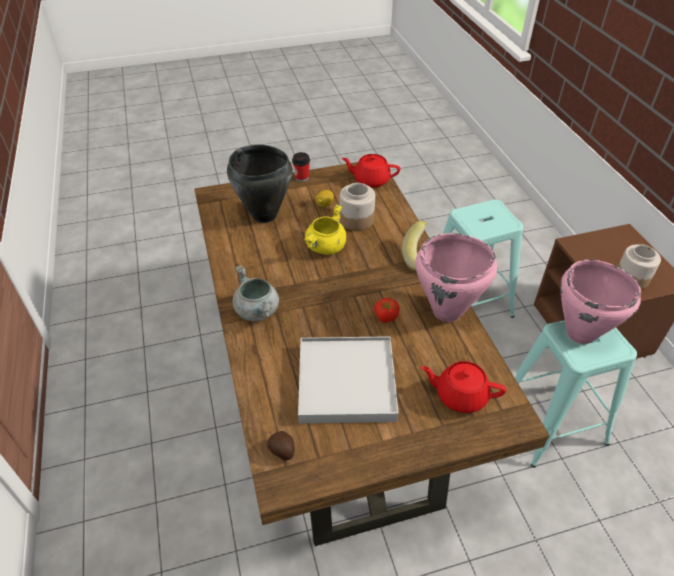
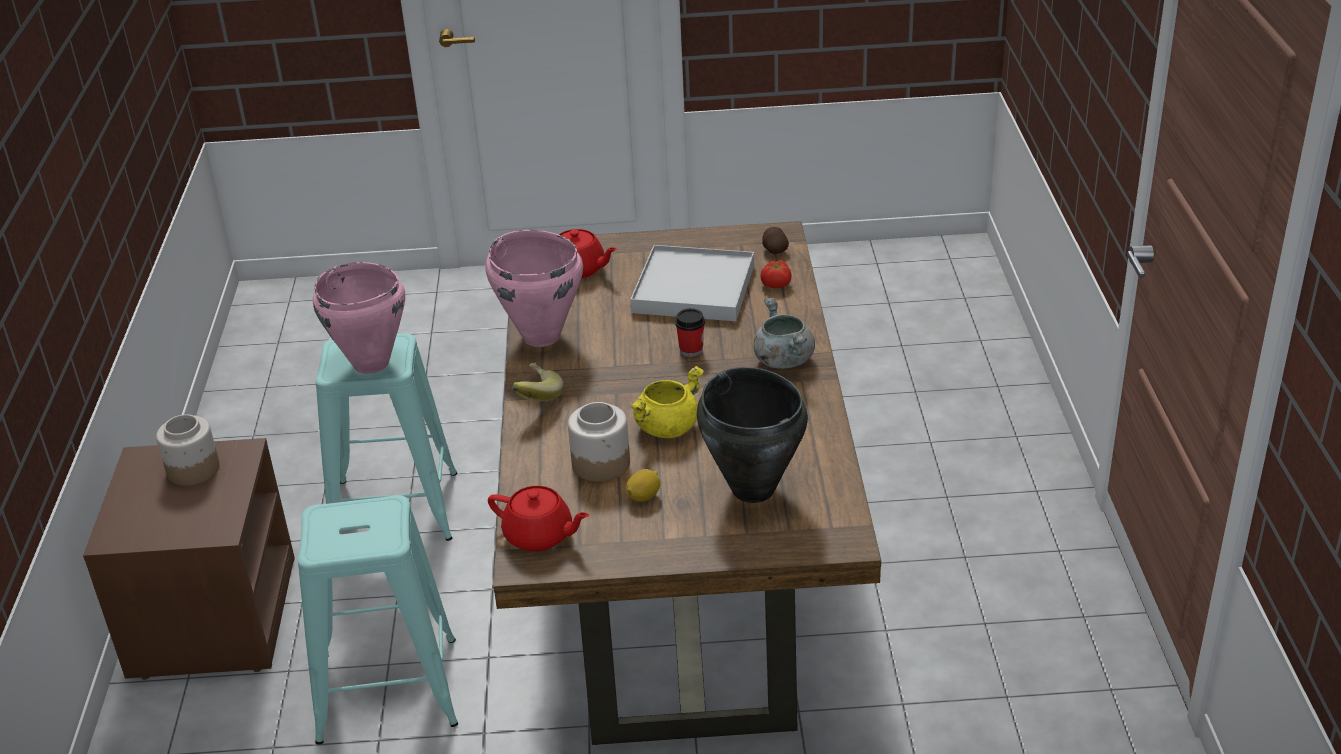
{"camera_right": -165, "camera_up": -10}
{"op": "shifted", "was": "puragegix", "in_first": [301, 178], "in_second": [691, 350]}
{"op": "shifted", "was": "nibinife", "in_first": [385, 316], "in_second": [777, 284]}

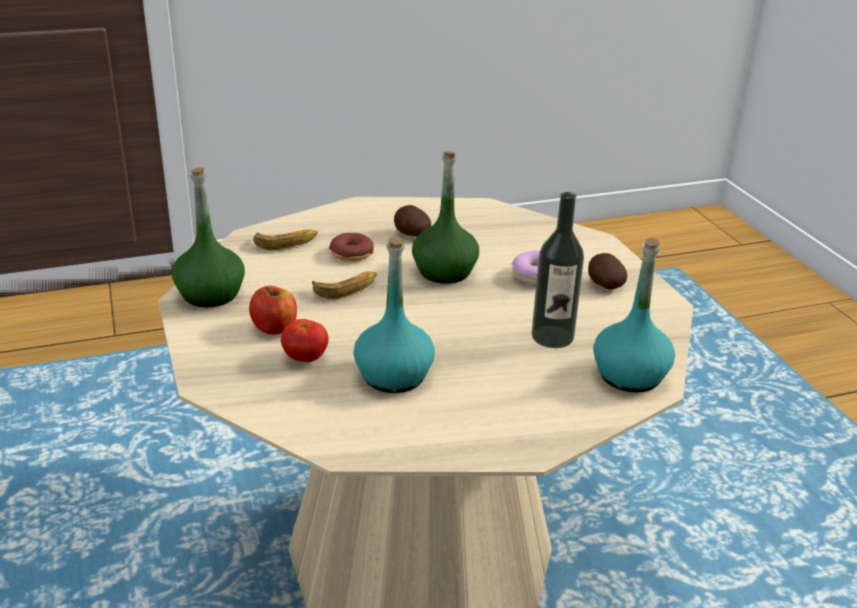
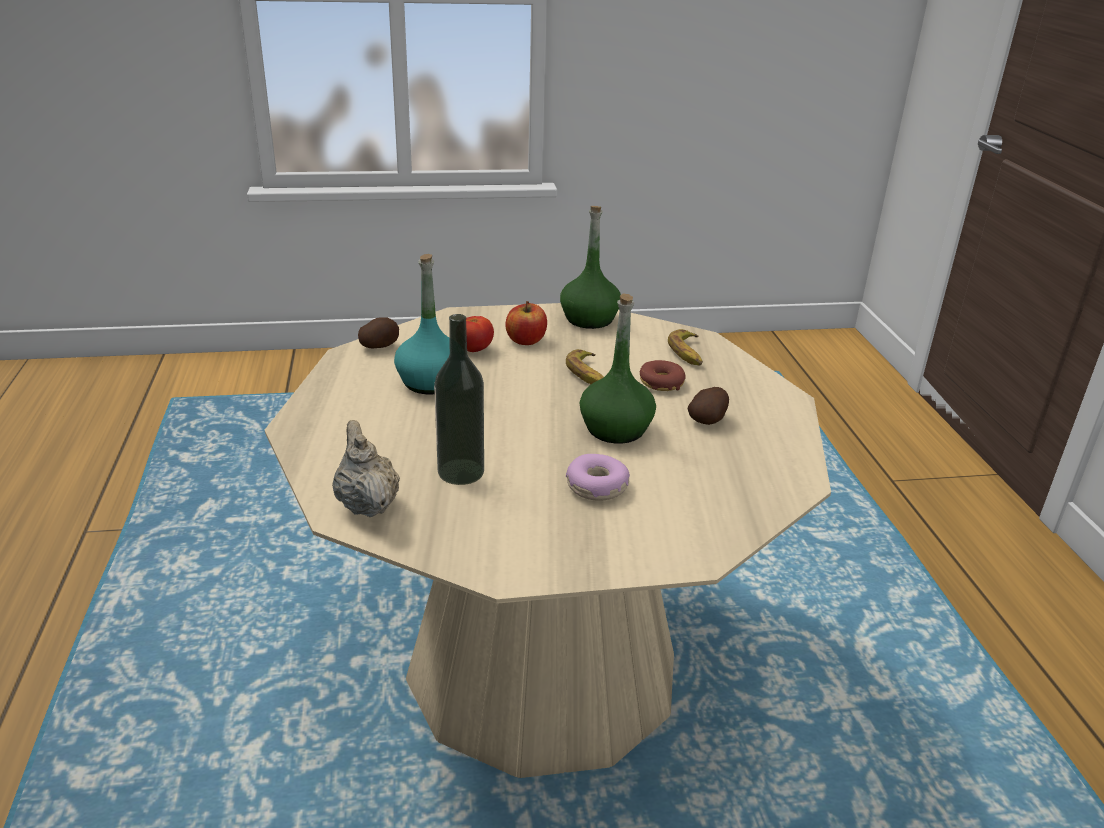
{"camera_right": 100, "camera_up": 0}
{"op": "swapped", "was": "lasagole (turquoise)", "now": "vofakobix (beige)", "in_first": [630, 376], "in_second": [367, 504]}
{"op": "shifted", "was": "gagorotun", "in_first": [604, 285], "in_second": [379, 346]}

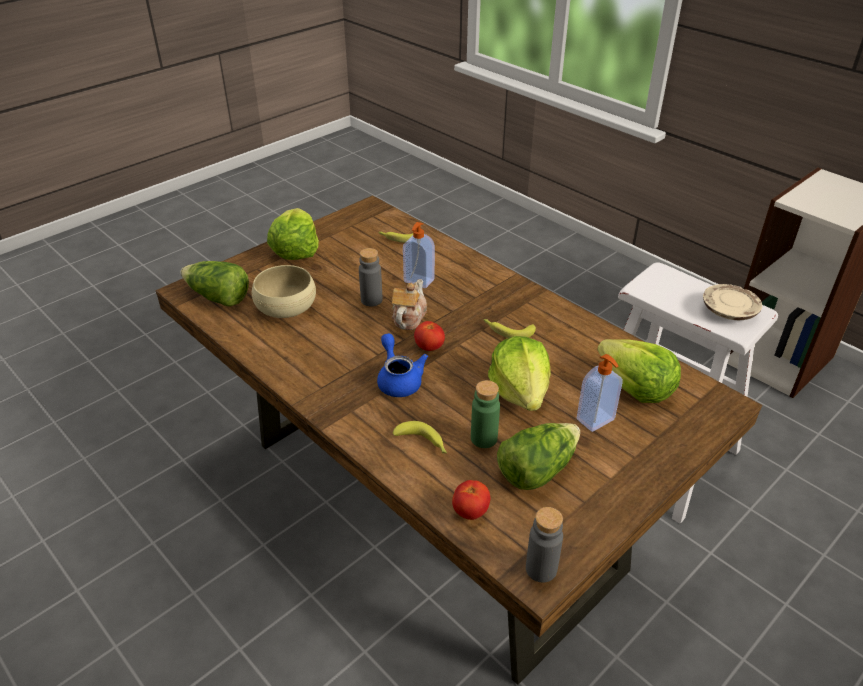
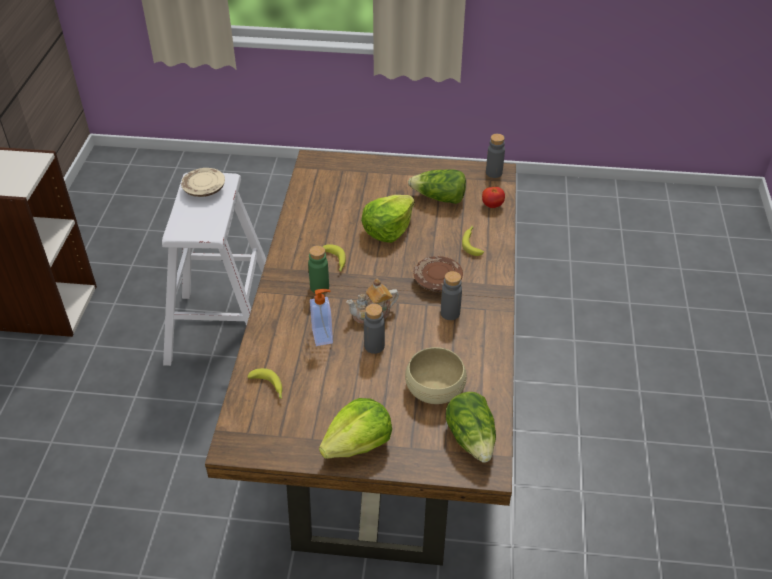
{"camera_right": -130, "camera_up": 5}
{"op": "shifted", "was": "lasagole (green)", "in_first": [484, 438], "in_second": [319, 287]}
{"op": "swapped", "was": "vofakobix (blue)", "now": "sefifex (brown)", "in_first": [398, 379], "in_second": [437, 281]}
{"op": "new", "now": "lasagole (grey)", "in_second": [450, 313]}
{"op": "gone", "was": "nibinife", "in_first": [429, 347]}
{"op": "gone", "was": "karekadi", "in_first": [596, 420]}
{"op": "gone", "was": "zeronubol", "in_first": [635, 387]}

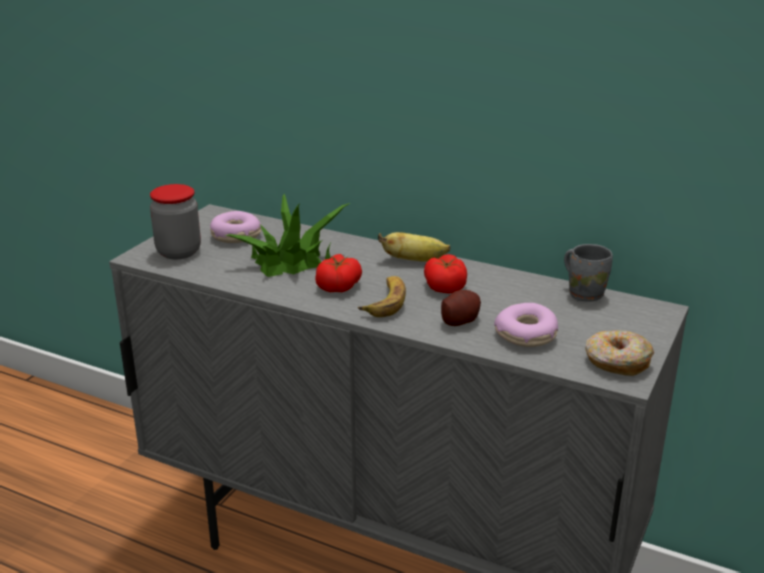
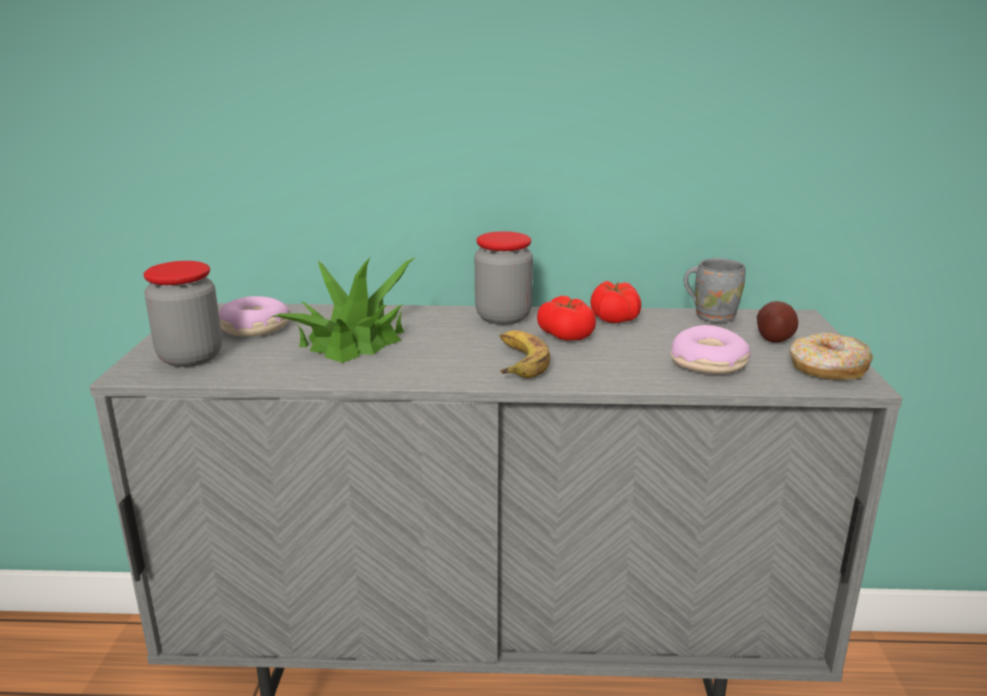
{"camera_right": -25, "camera_up": -5}
{"op": "swapped", "was": "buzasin", "now": "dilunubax", "in_first": [415, 261], "in_second": [503, 317]}
{"op": "shifted", "was": "nibinife", "in_first": [338, 286], "in_second": [614, 317]}
{"op": "shifted", "was": "gagorotun", "in_first": [460, 320], "in_second": [774, 337]}

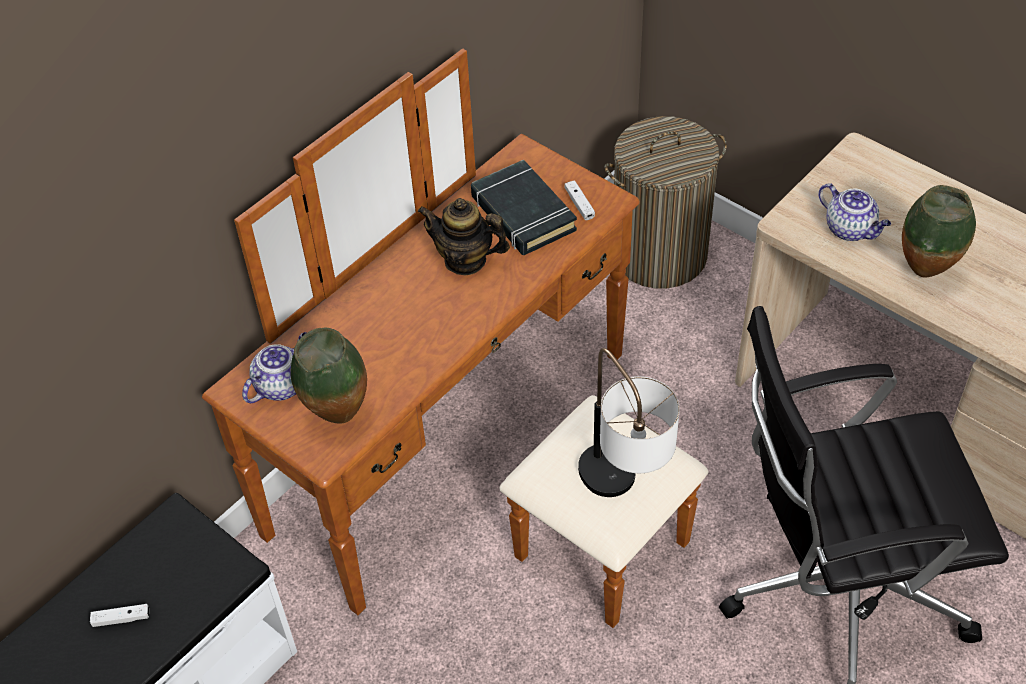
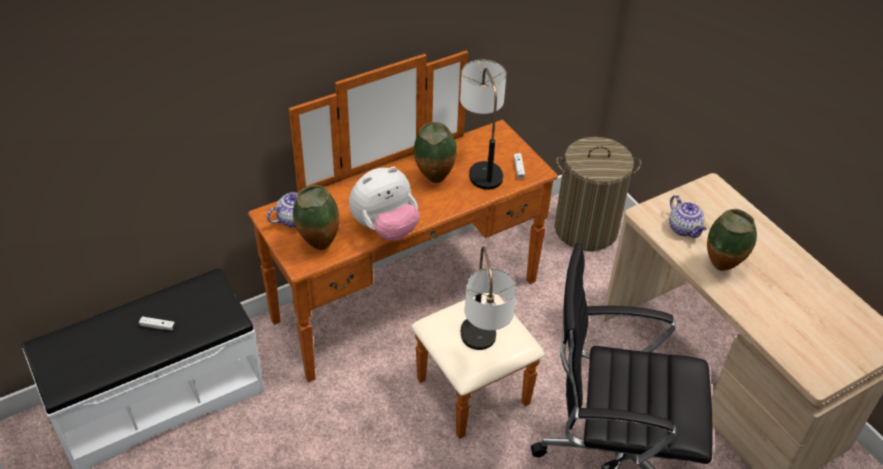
{"camera_right": 15, "camera_up": -5}
{"op": "new", "now": "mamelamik", "in_second": [385, 228]}
{"op": "swapped", "was": "vofakobix", "now": "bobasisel", "in_first": [465, 260], "in_second": [434, 181]}
{"op": "swapped", "was": "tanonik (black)", "now": "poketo", "in_first": [522, 214], "in_second": [481, 164]}

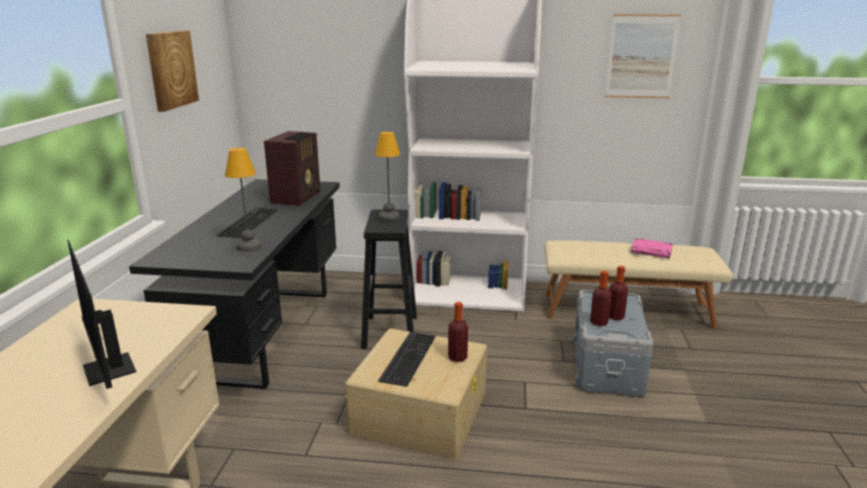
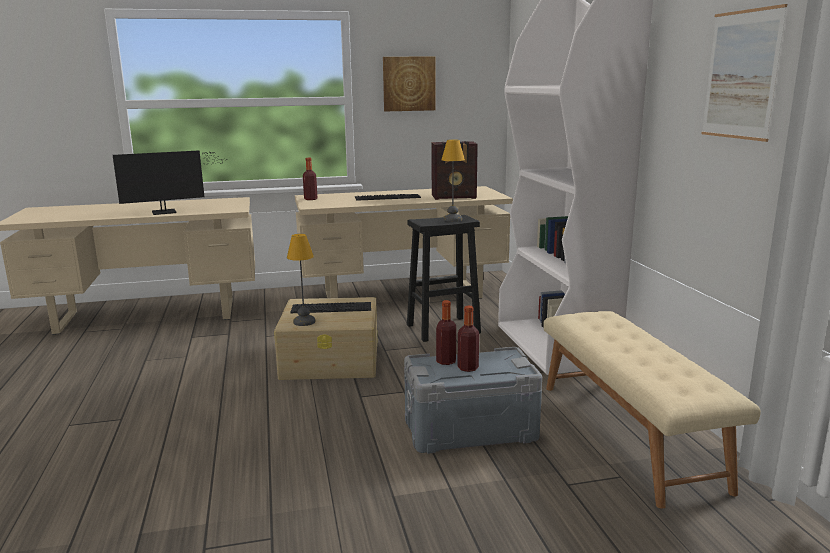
{"camera_right": 70, "camera_up": -5}
{"op": "rotated", "was": "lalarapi", "in_first": [108, 373], "in_second": [168, 212], "clockwise": -150}
{"op": "shifted", "was": "poketo", "in_first": [249, 246], "in_second": [304, 322]}
{"op": "repainted", "was": "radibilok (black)", "now": "radibilok (beige)", "in_first": [265, 333], "in_second": [403, 295]}
{"op": "shifted", "was": "lasagole", "in_first": [457, 357], "in_second": [310, 199]}
{"op": "gone", "was": "tanonik (pink)", "in_first": [652, 251]}

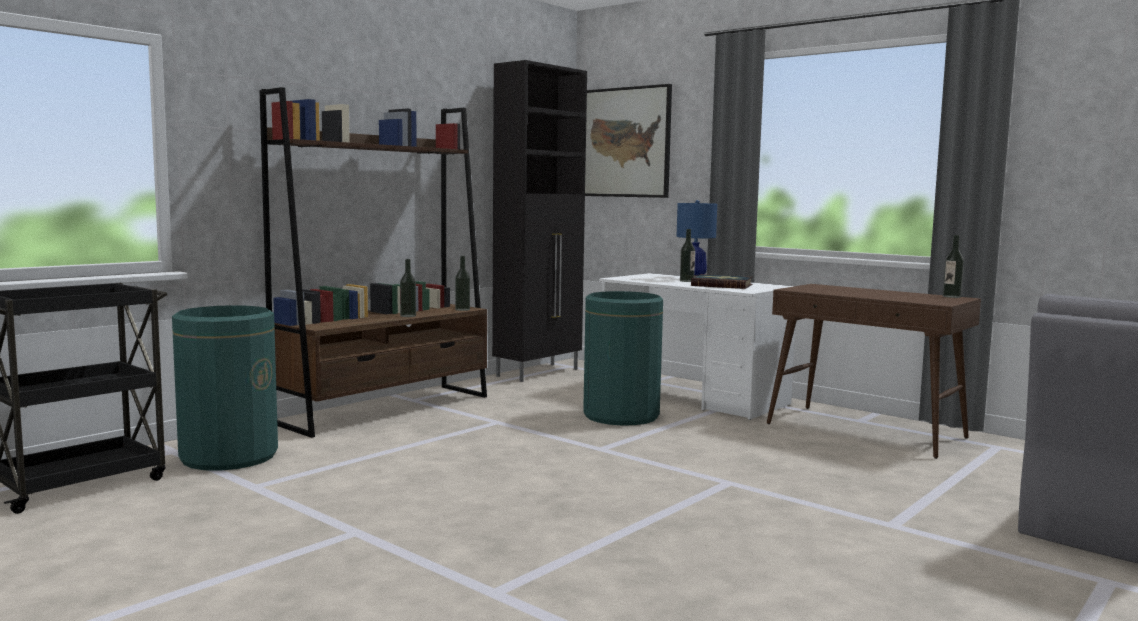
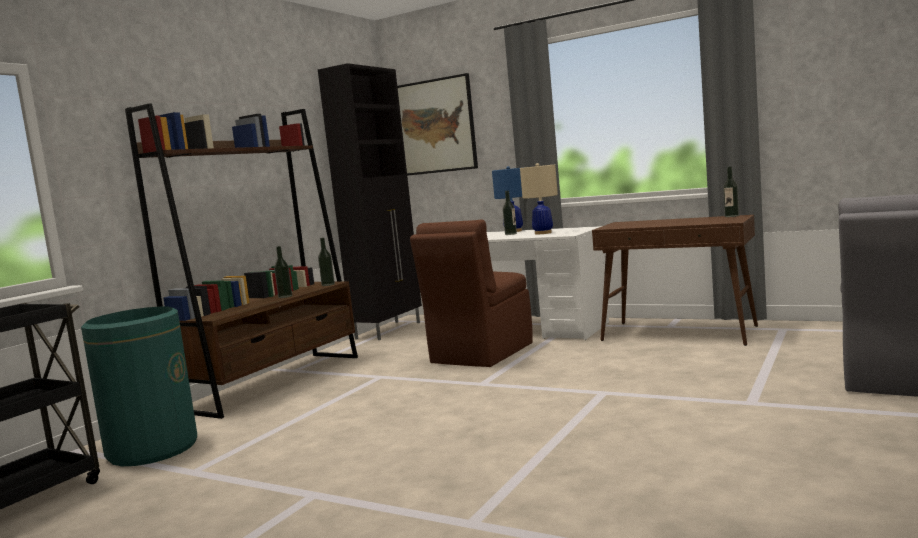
{"camera_right": -10, "camera_up": 0}
{"op": "swapped", "was": "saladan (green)", "now": "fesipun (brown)", "in_first": [620, 416], "in_second": [480, 354]}
{"op": "swapped", "was": "tanonik", "now": "poketo (beige)", "in_first": [722, 285], "in_second": [543, 233]}

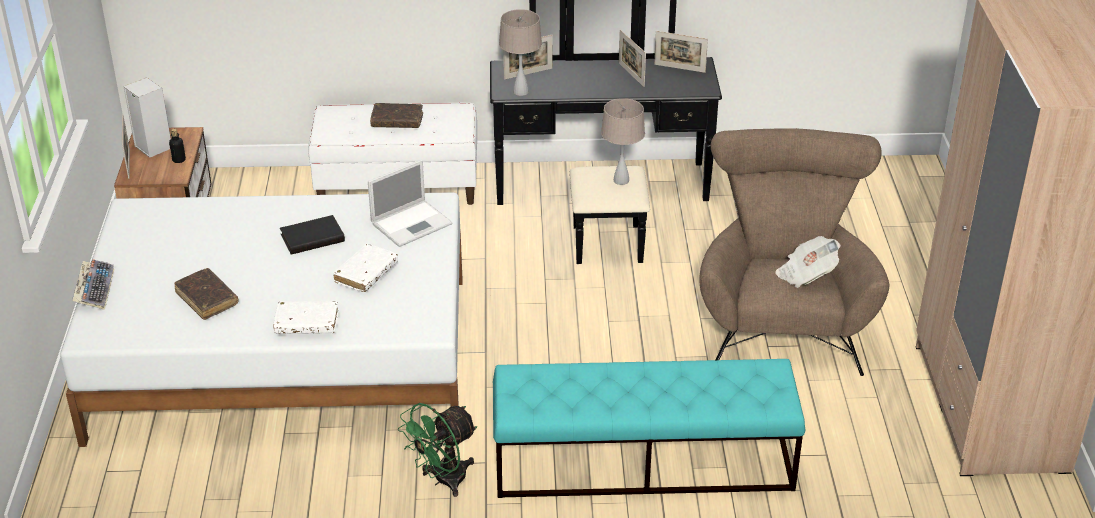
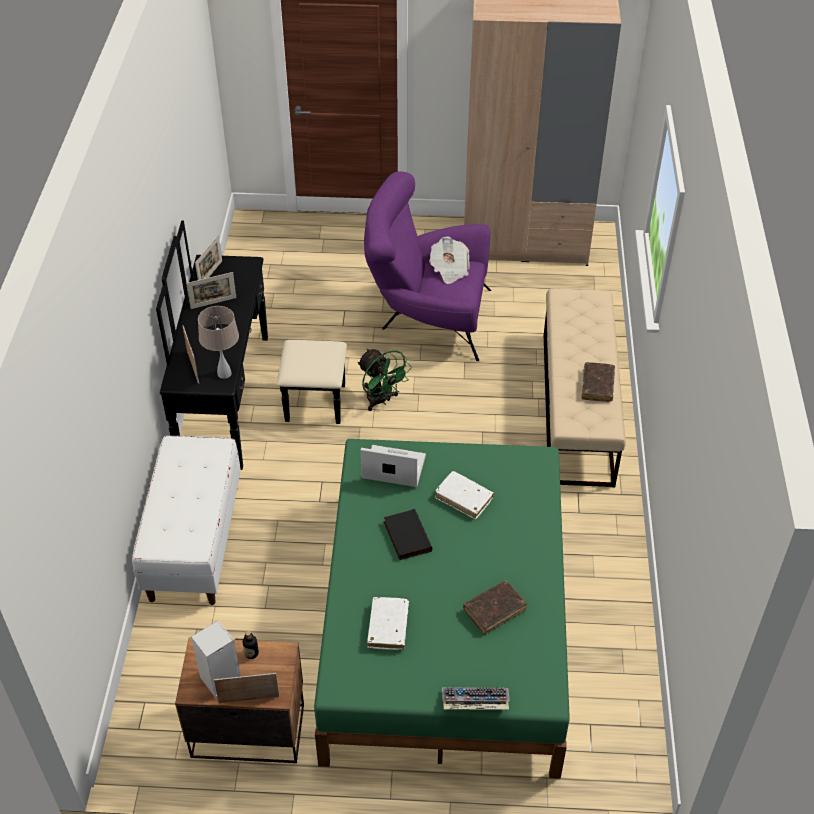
{"camera_right": -85, "camera_up": 10}
{"op": "repainted", "was": "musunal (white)", "now": "musunal (green)", "in_first": [283, 356], "in_second": [443, 625]}
{"op": "shifted", "was": "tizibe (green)", "in_first": [443, 480], "in_second": [381, 401]}
{"op": "rotated", "was": "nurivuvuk", "in_first": [412, 223], "in_second": [392, 467], "clockwise": -45}
{"op": "repainted", "was": "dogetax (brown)", "now": "dogetax (purple)", "in_first": [781, 320], "in_second": [427, 319]}
{"op": "shifted", "was": "tanonik (white)", "in_first": [307, 323], "in_second": [388, 627]}
{"op": "repainted", "was": "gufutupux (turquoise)", "now": "gufutupux (beige)", "in_first": [642, 462], "in_second": [577, 407]}
{"op": "shifted", "was": "tanonik (brown)", "in_first": [397, 121], "in_second": [597, 386]}
{"op": "gone", "was": "poketo (beige)", "in_first": [621, 180]}

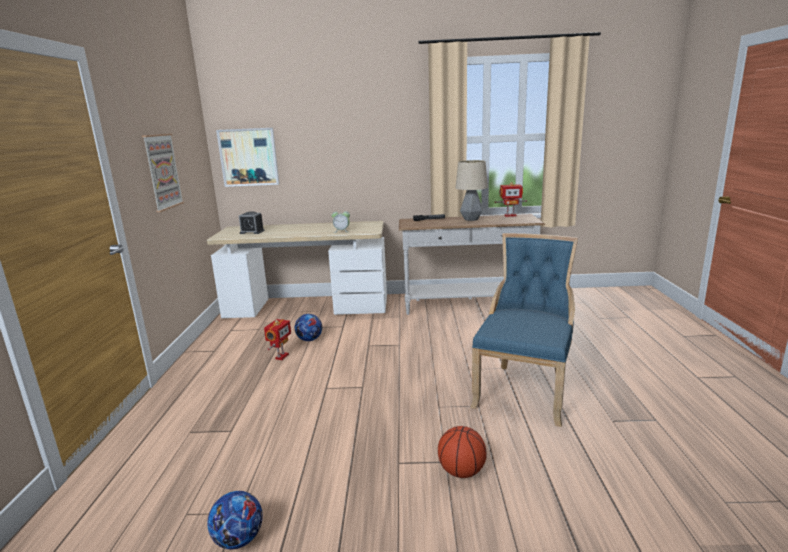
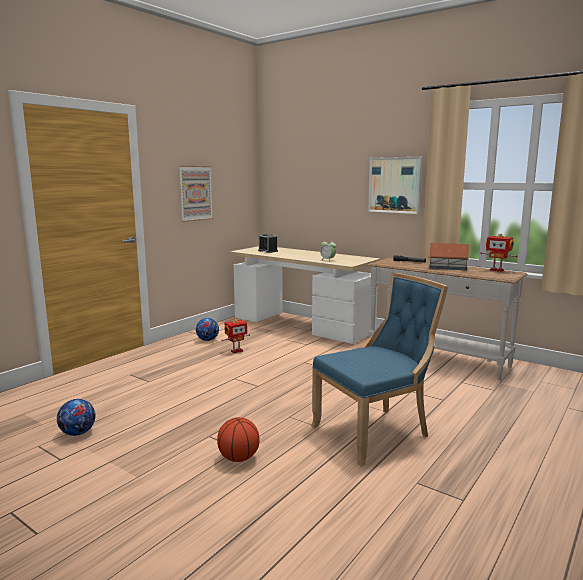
{"camera_right": 35, "camera_up": -5}
{"op": "shifted", "was": "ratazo", "in_first": [309, 339], "in_second": [207, 340]}
{"op": "shifted", "was": "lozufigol", "in_first": [249, 157], "in_second": [395, 185]}
{"op": "swapped", "was": "poketo", "now": "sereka", "in_first": [471, 219], "in_second": [448, 267]}

